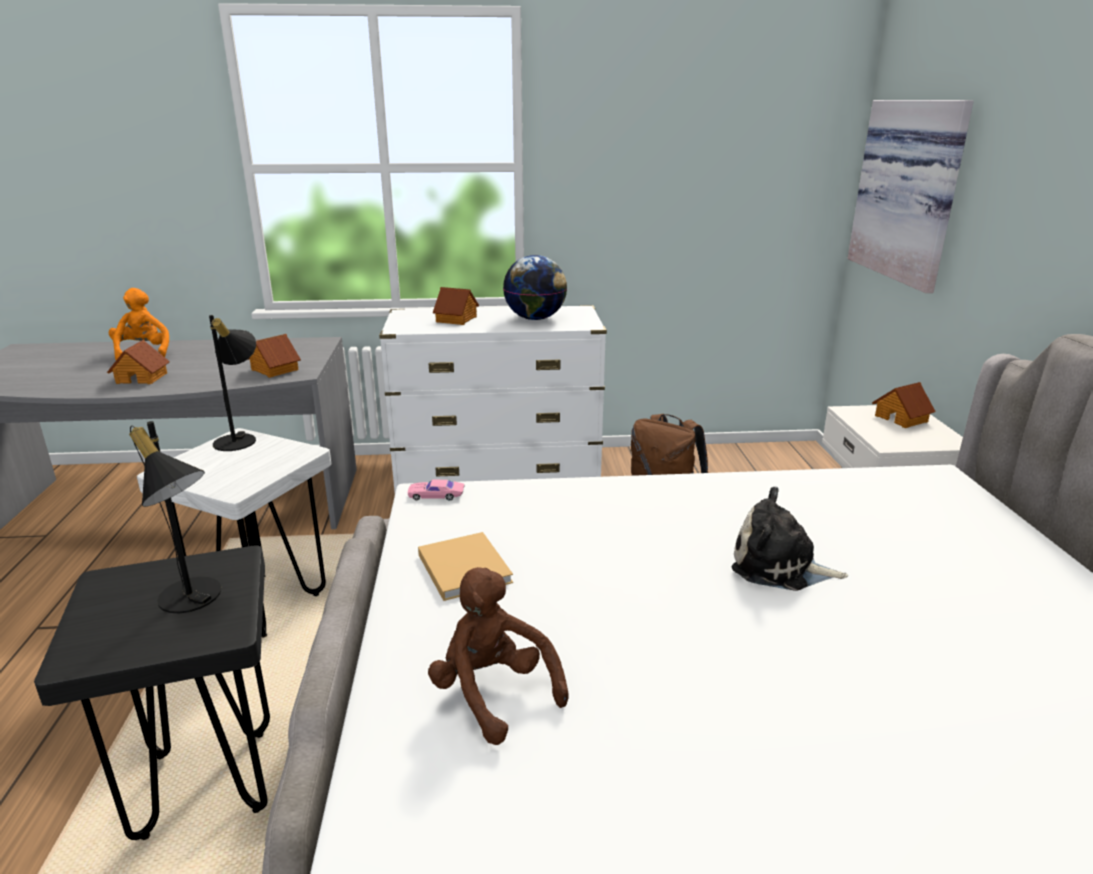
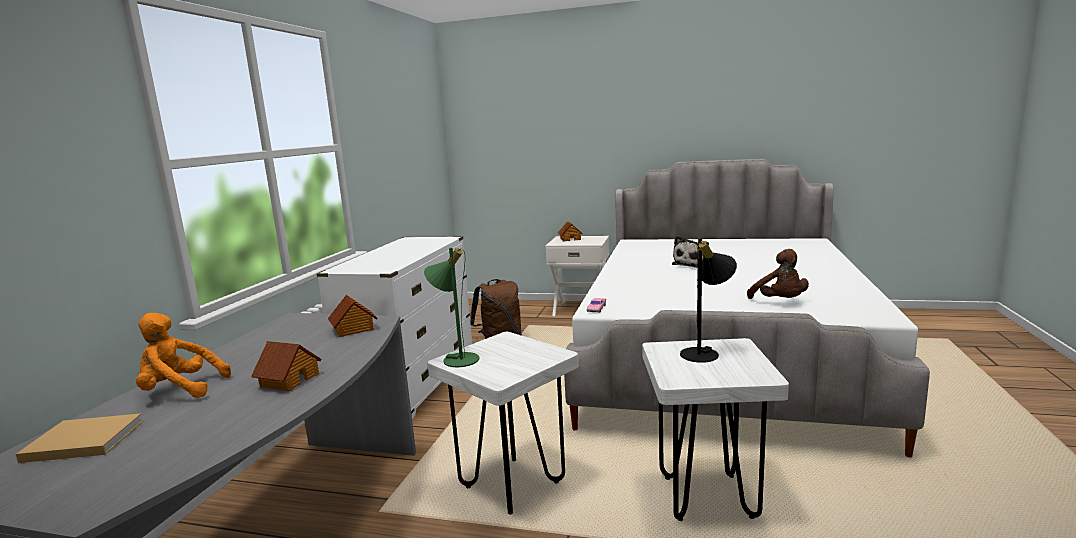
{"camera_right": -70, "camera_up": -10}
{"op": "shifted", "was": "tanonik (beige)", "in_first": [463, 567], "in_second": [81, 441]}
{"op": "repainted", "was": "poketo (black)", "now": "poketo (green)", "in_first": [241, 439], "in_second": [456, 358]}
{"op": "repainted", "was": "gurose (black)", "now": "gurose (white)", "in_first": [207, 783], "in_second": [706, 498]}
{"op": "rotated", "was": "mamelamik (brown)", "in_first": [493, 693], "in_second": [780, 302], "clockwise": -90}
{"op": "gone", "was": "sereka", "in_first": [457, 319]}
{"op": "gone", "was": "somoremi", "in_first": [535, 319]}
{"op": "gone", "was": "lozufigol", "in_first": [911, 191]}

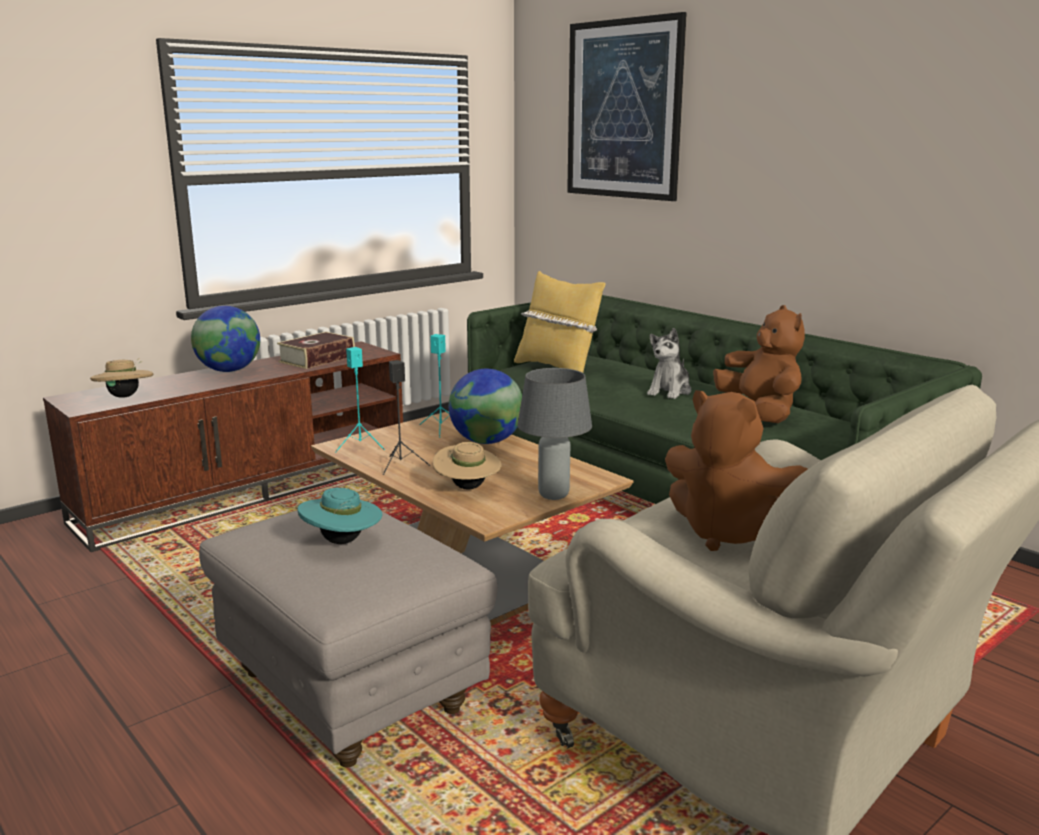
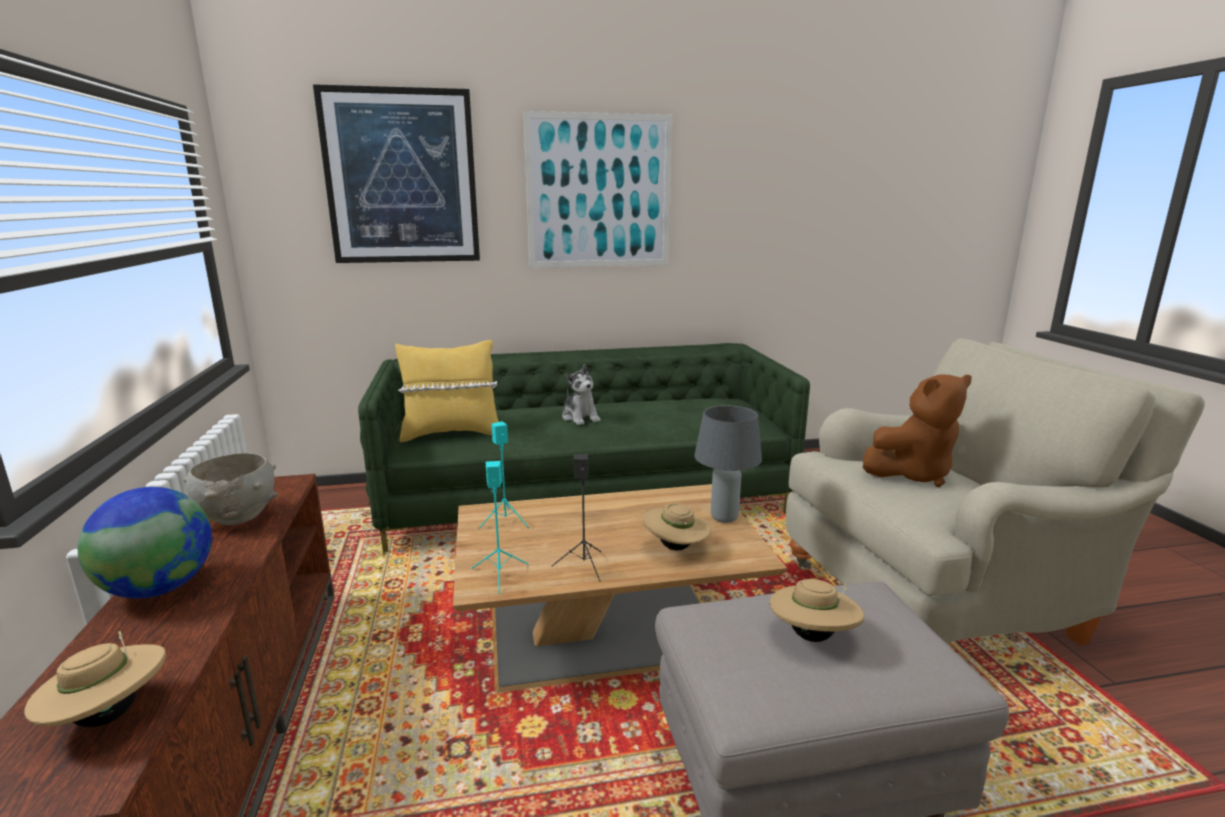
{"camera_right": -60, "camera_up": 0}
{"op": "swapped", "was": "tanonik", "now": "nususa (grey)", "in_first": [317, 359], "in_second": [238, 519]}
{"op": "new", "now": "lozufigol", "in_second": [599, 192]}
{"op": "repainted", "was": "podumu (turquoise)", "now": "podumu (beige)", "in_first": [342, 542], "in_second": [812, 636]}
{"op": "gone", "was": "somoremi", "in_first": [486, 441]}
{"op": "gone", "was": "mamelamik (brown)", "in_first": [760, 412]}

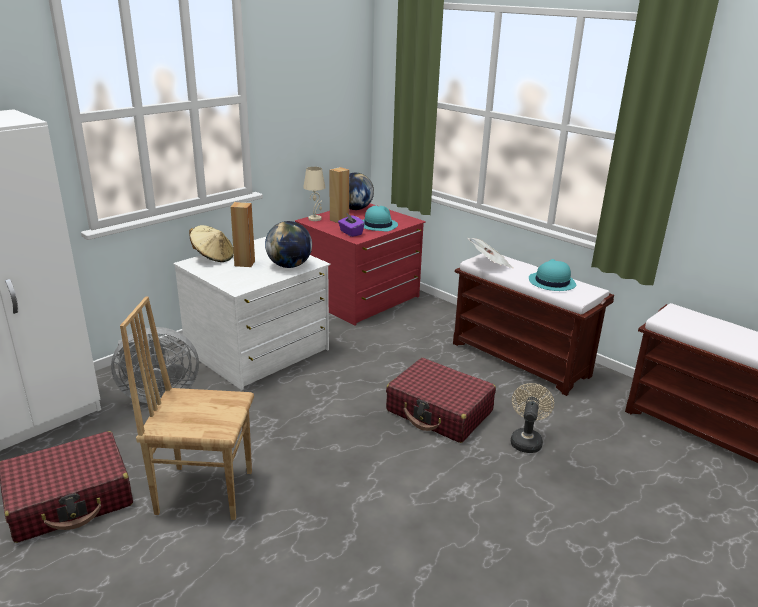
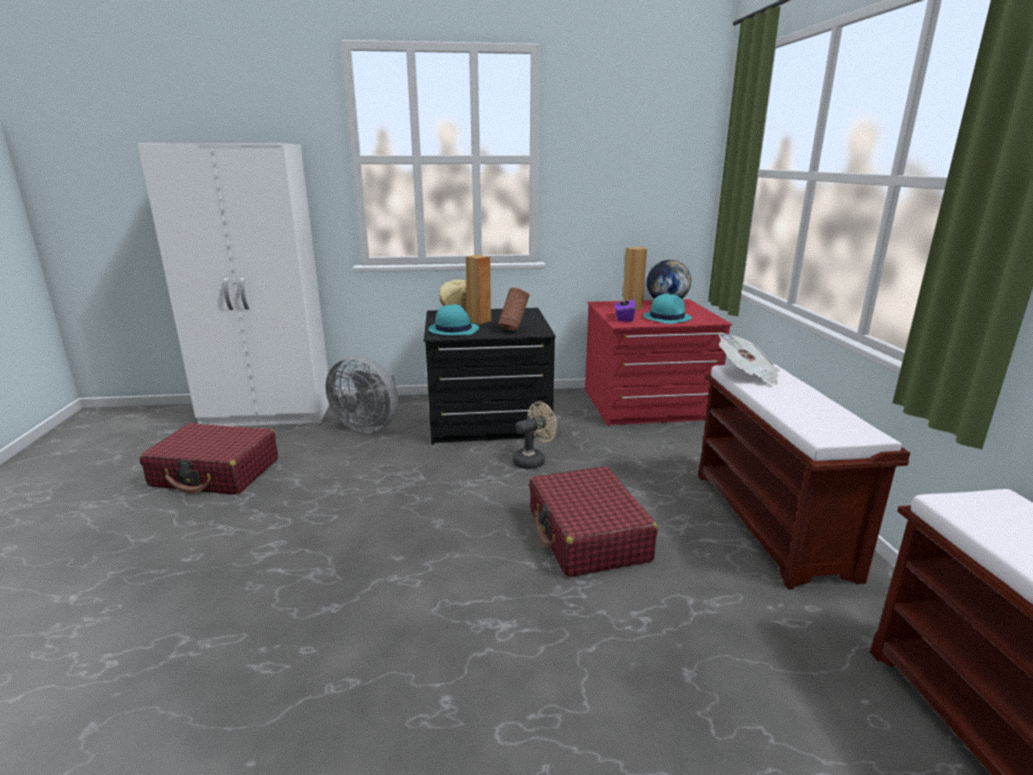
{"camera_right": 40, "camera_up": -5}
{"op": "repainted", "was": "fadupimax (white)", "now": "fadupimax (black)", "in_first": [258, 351], "in_second": [488, 420]}
{"op": "shifted", "was": "podumu (turquoise)", "in_first": [551, 282], "in_second": [453, 329]}
{"op": "swapped", "was": "somoremi", "now": "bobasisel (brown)", "in_first": [289, 266], "in_second": [513, 330]}
{"op": "shifted", "was": "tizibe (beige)", "in_first": [526, 440], "in_second": [533, 460]}
{"op": "gone", "was": "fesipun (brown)", "in_first": [204, 491]}
{"op": "gone", "was": "poketo (beige)", "in_first": [315, 218]}

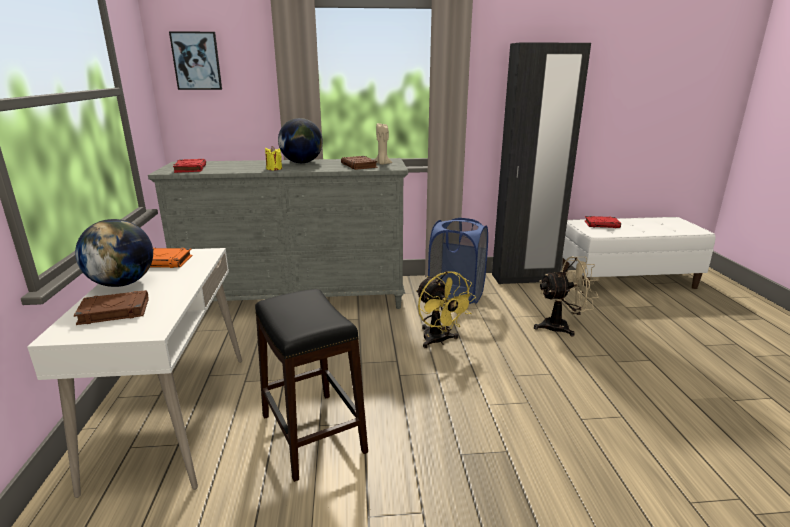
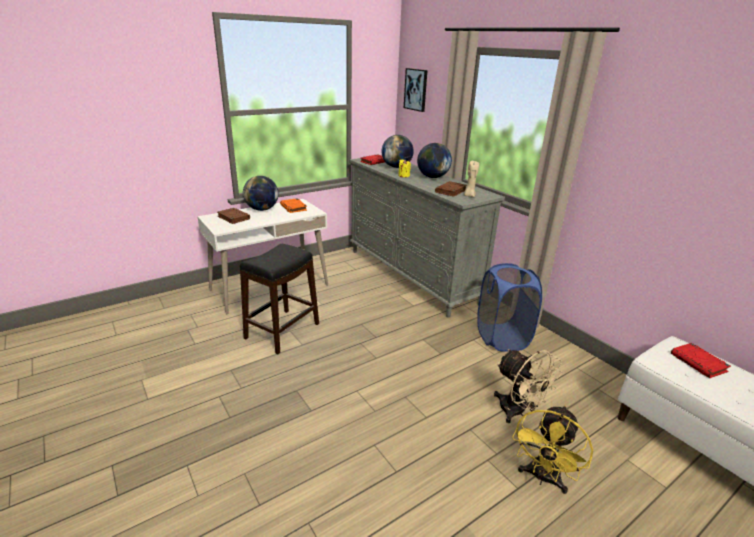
{"camera_right": 60, "camera_up": 5}
{"op": "new", "now": "somoremi", "in_second": [396, 167]}
{"op": "shifted", "was": "tizibe (yellow)", "in_first": [439, 341], "in_second": [542, 478]}
{"op": "gone", "was": "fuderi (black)", "in_first": [524, 278]}

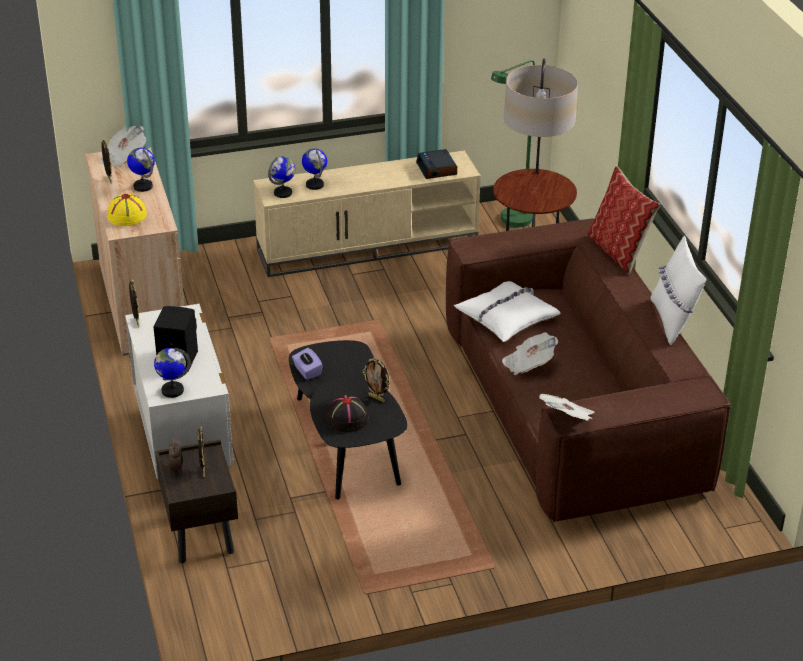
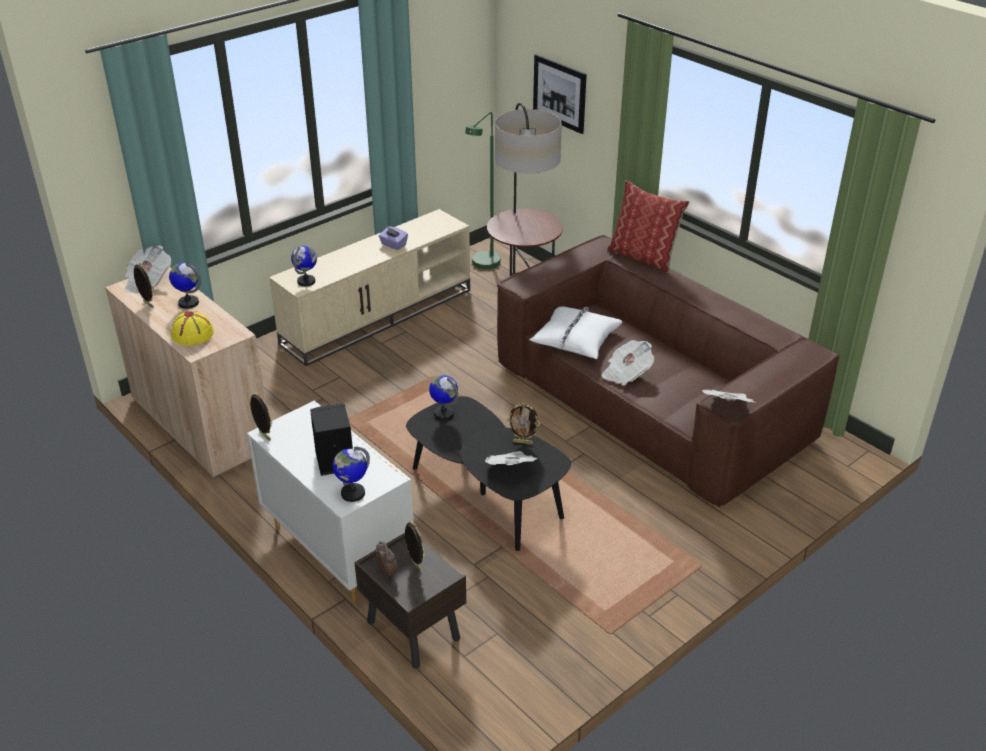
{"camera_right": -25, "camera_up": 0}
{"op": "shifted", "was": "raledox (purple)", "in_first": [307, 371], "in_second": [393, 245]}
{"op": "shifted", "was": "somoremi", "in_first": [315, 185], "in_second": [444, 414]}
{"op": "swapped", "was": "podumu (black)", "now": "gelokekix", "in_first": [347, 418], "in_second": [511, 469]}
{"op": "new", "now": "lozufigol", "in_second": [559, 93]}
{"op": "gone", "was": "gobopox", "in_first": [437, 169]}
{"op": "gone", "was": "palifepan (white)", "in_first": [673, 321]}

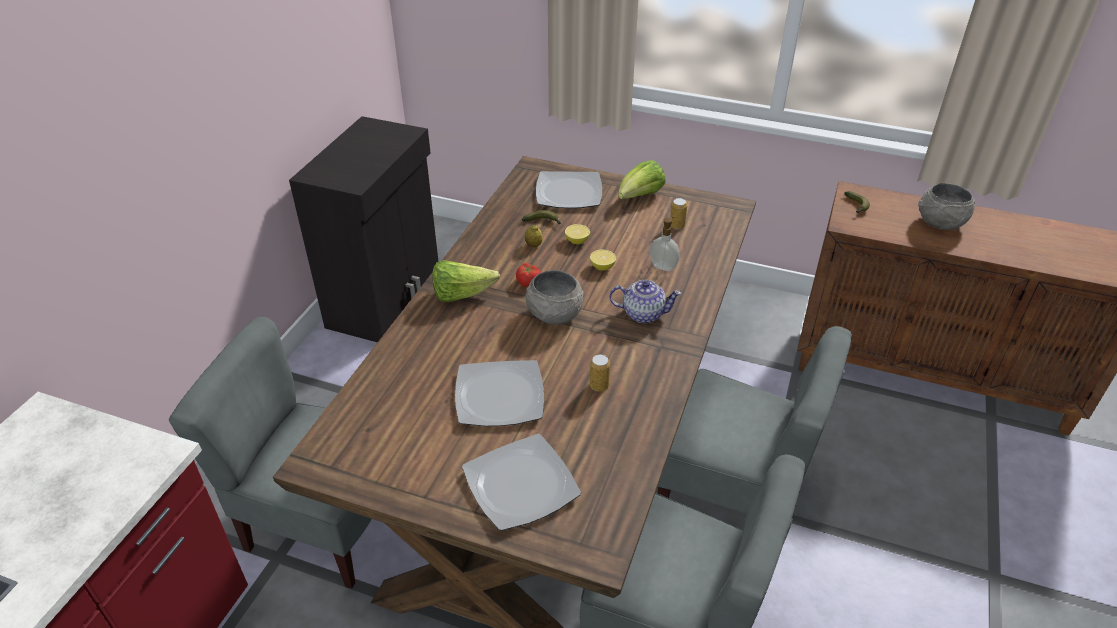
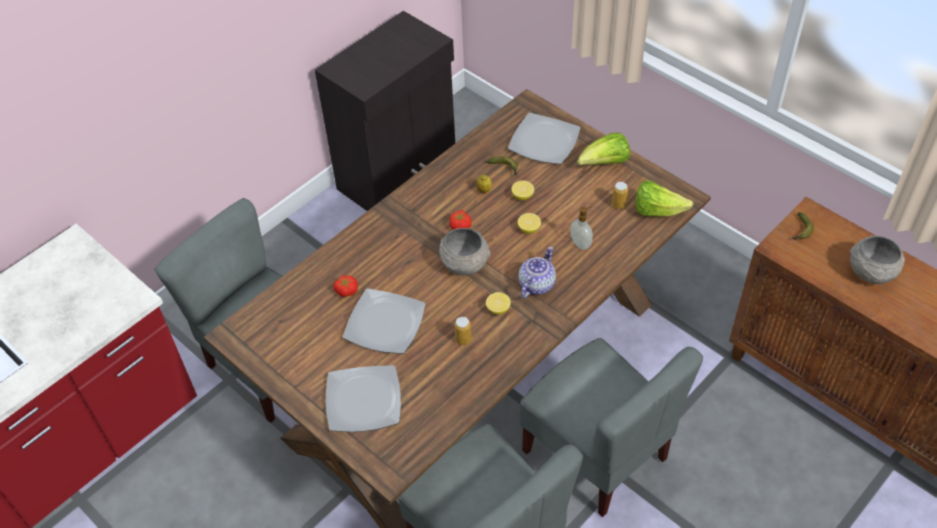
{"camera_right": 25, "camera_up": 10}
{"op": "new", "now": "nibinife", "in_second": [346, 290]}
{"op": "new", "now": "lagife", "in_second": [498, 309]}
{"op": "rotated", "was": "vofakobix", "in_first": [643, 313], "in_second": [536, 285], "clockwise": -90}
{"op": "shifted", "was": "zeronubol", "in_first": [461, 294], "in_second": [657, 211]}

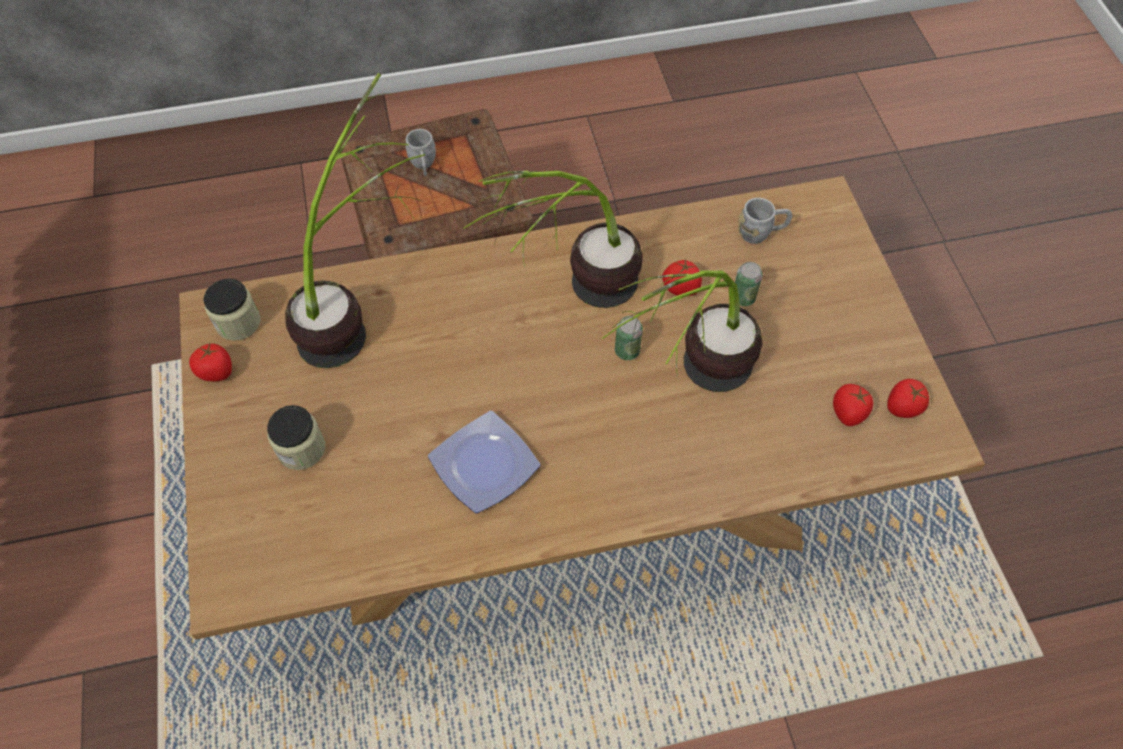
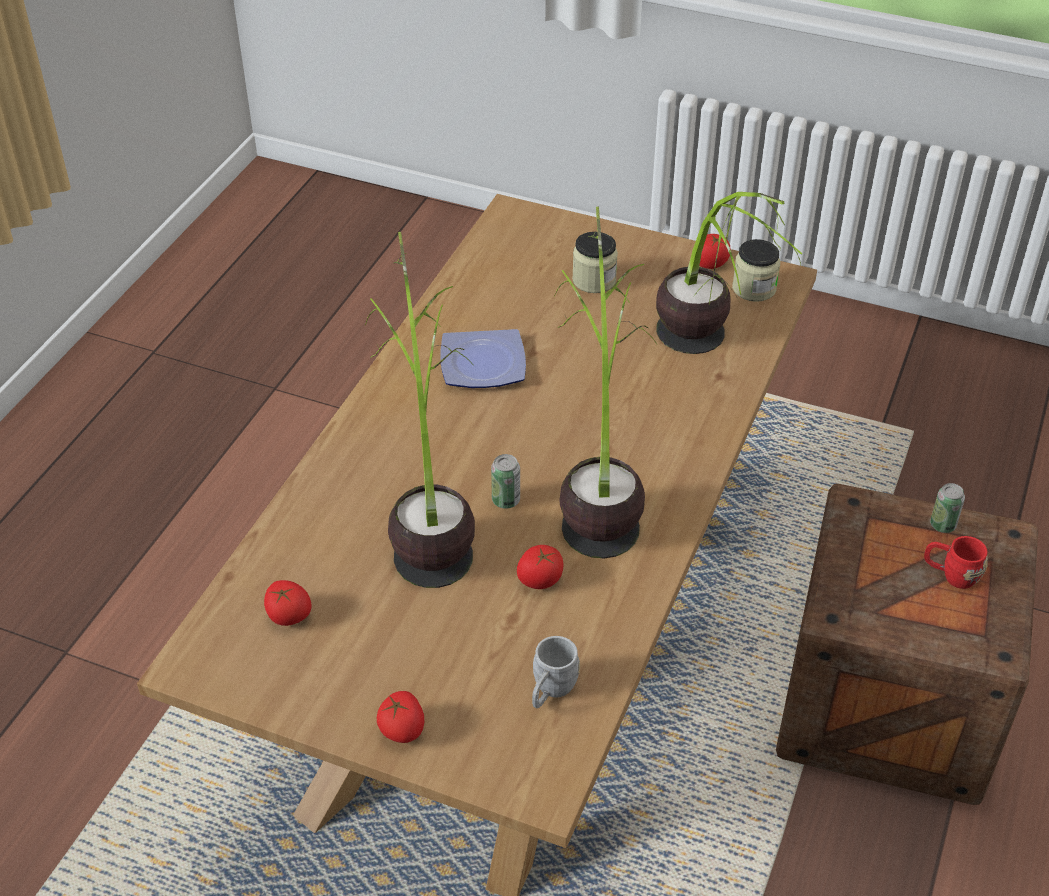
{"camera_right": 125, "camera_up": -15}
{"op": "shifted", "was": "nibinife", "in_first": [902, 407], "in_second": [402, 729]}
{"op": "repainted", "was": "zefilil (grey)", "now": "zefilil (red)", "in_first": [423, 166], "in_second": [951, 574]}
{"op": "shifted", "was": "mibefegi", "in_first": [743, 297], "in_second": [942, 525]}

